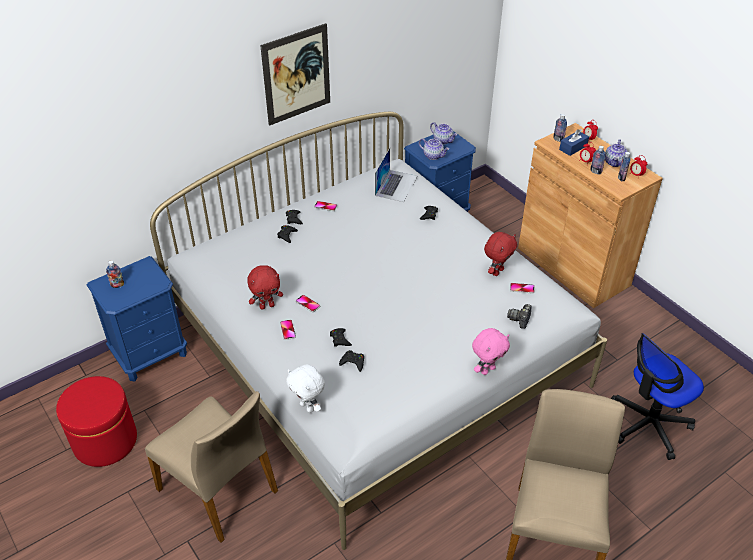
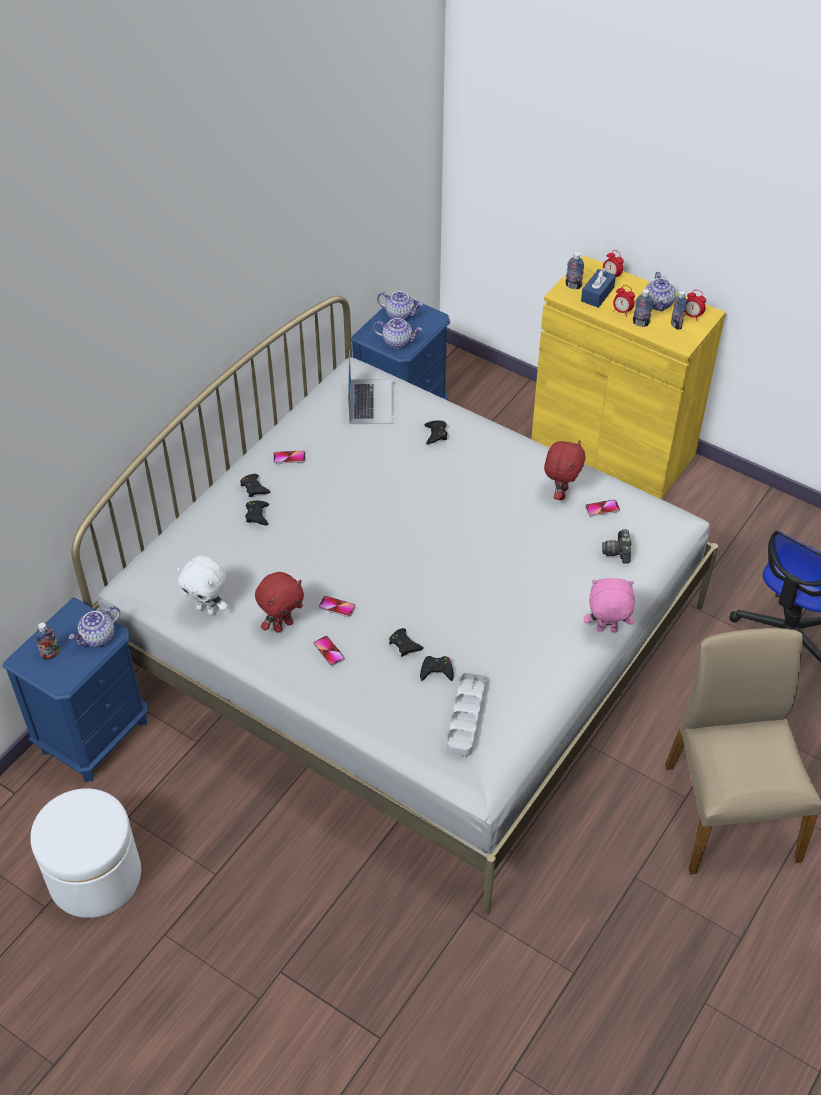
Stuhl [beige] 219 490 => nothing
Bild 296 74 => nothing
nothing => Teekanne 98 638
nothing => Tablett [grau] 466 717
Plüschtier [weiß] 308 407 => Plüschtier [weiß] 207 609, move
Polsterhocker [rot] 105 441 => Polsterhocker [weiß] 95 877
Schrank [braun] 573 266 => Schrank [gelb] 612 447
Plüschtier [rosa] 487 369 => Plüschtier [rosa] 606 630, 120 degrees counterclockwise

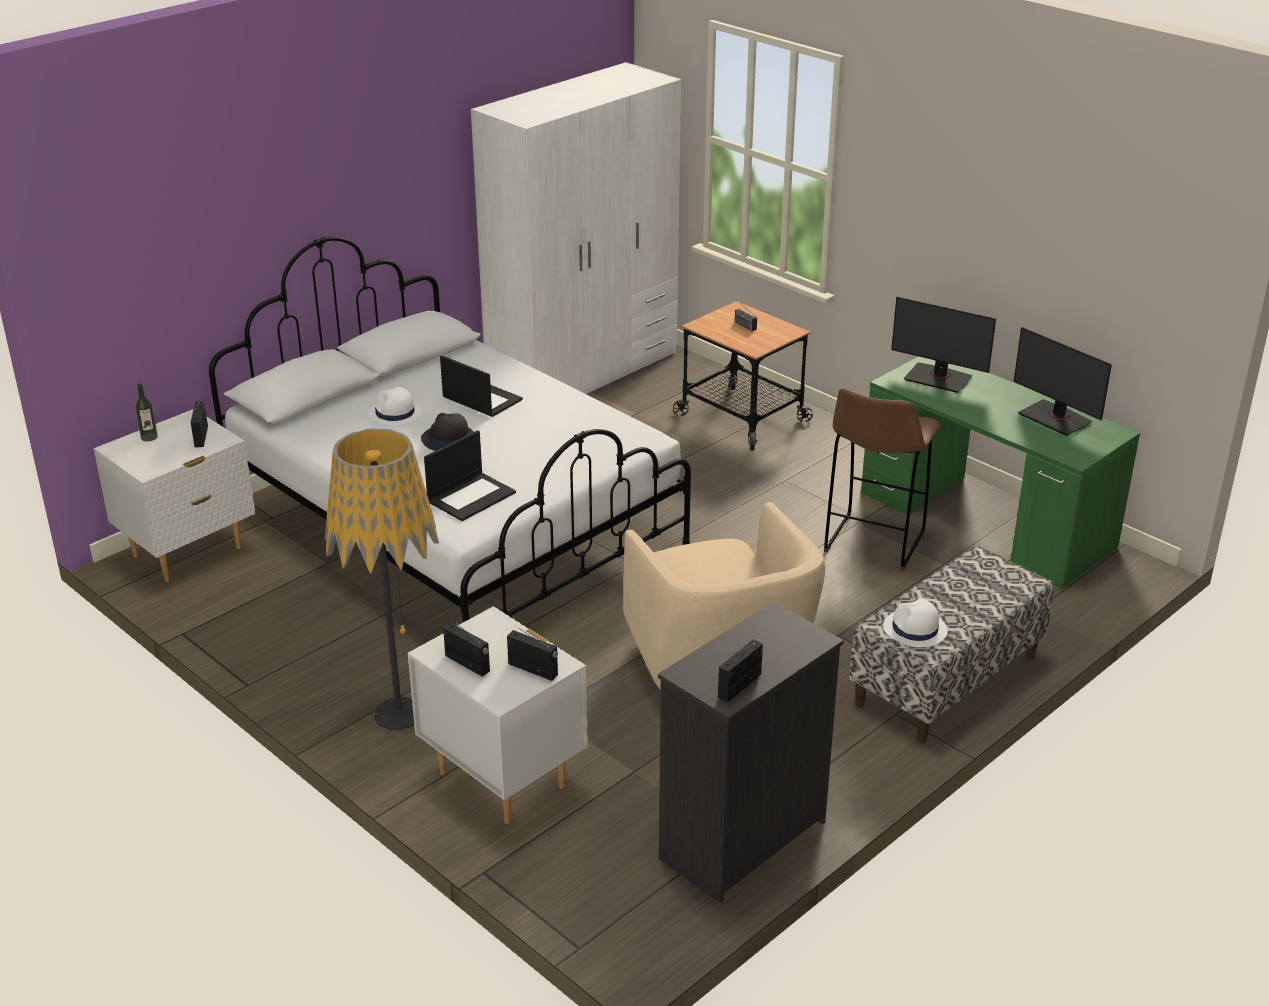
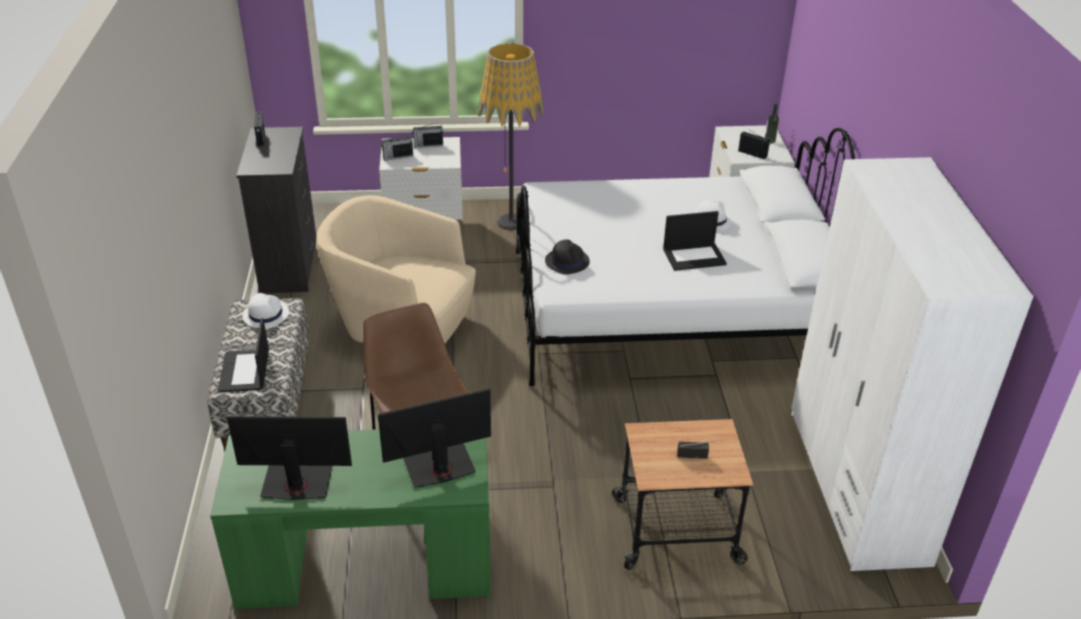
Hut [schwarz] 448 439 => Hut [schwarz] 567 261, move
Laptop 471 496 => Laptop 245 371, move

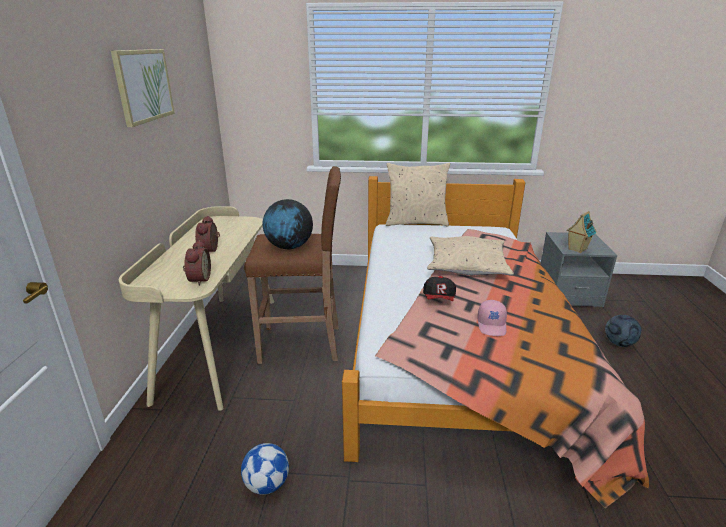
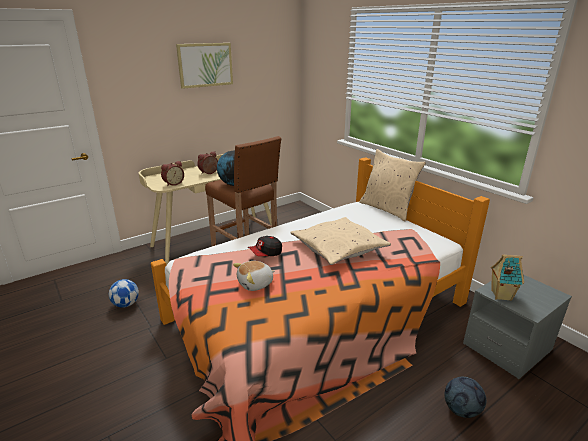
Kappe [rosa] 492 325 => Plüschtier 256 284

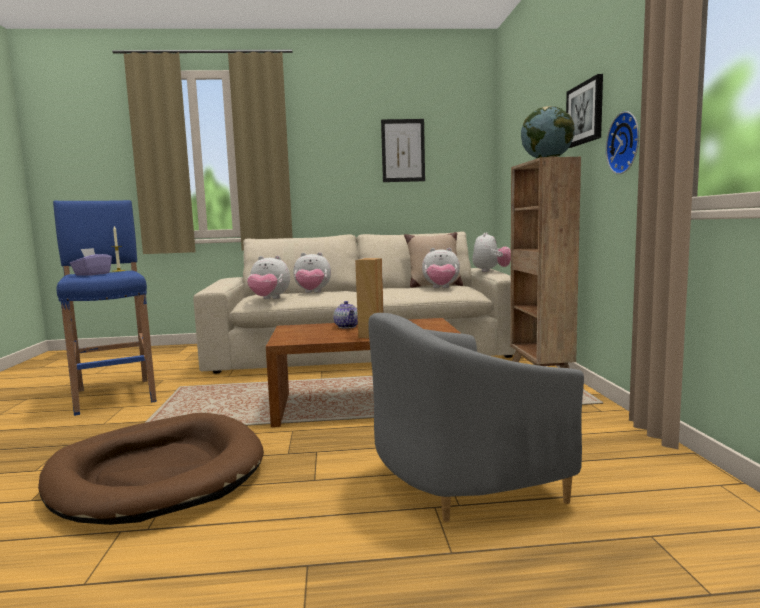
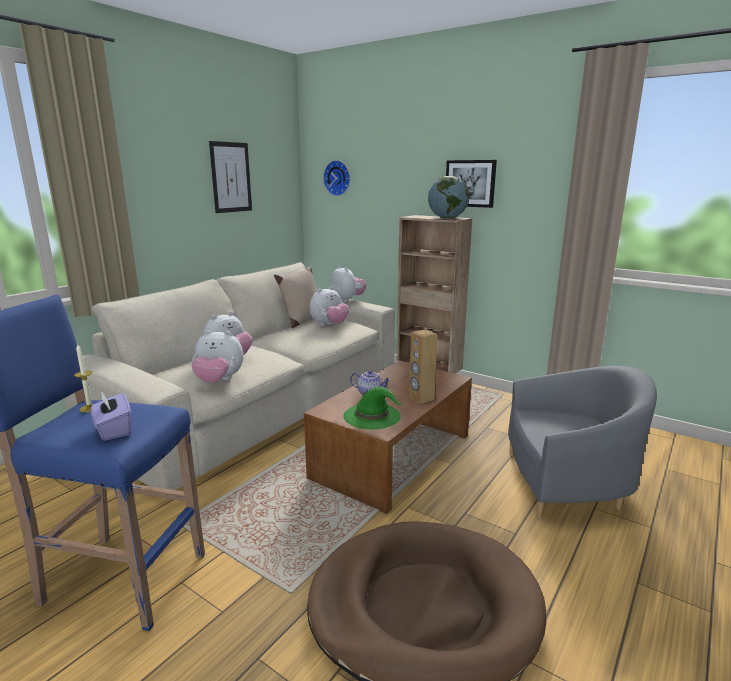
nothing => Hut [grün] 372 416
Wanduhr 626 143 => Wanduhr 338 178, move
Plüschtier 269 299 => Plüschtier 219 381, 45 degrees clockwise
Sessel [grau] 461 480 => Sessel [grau] 567 484, 105 degrees counterclockwise

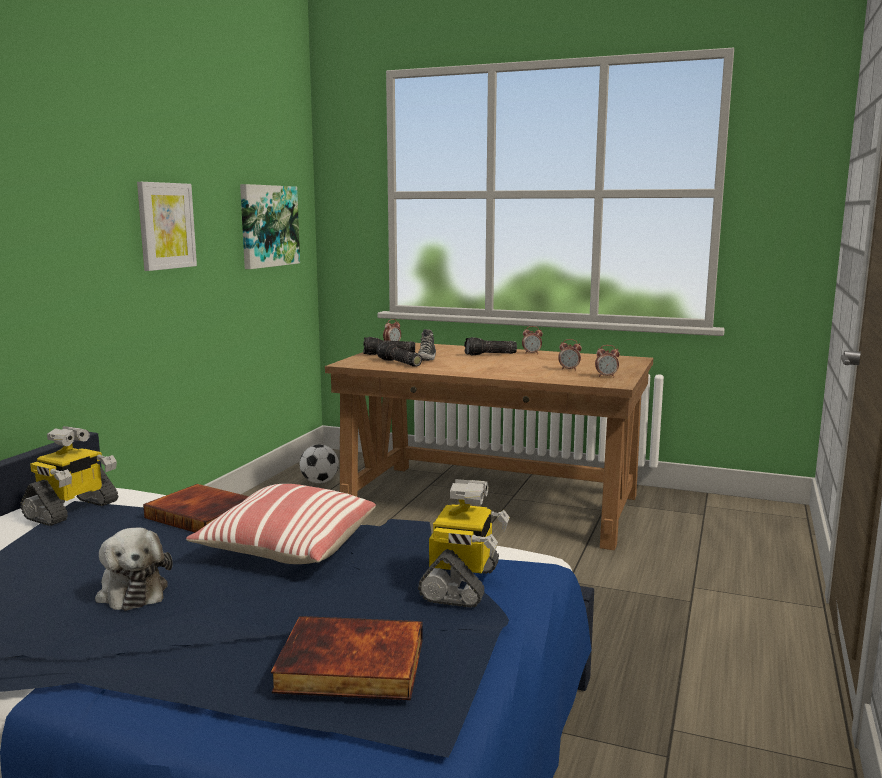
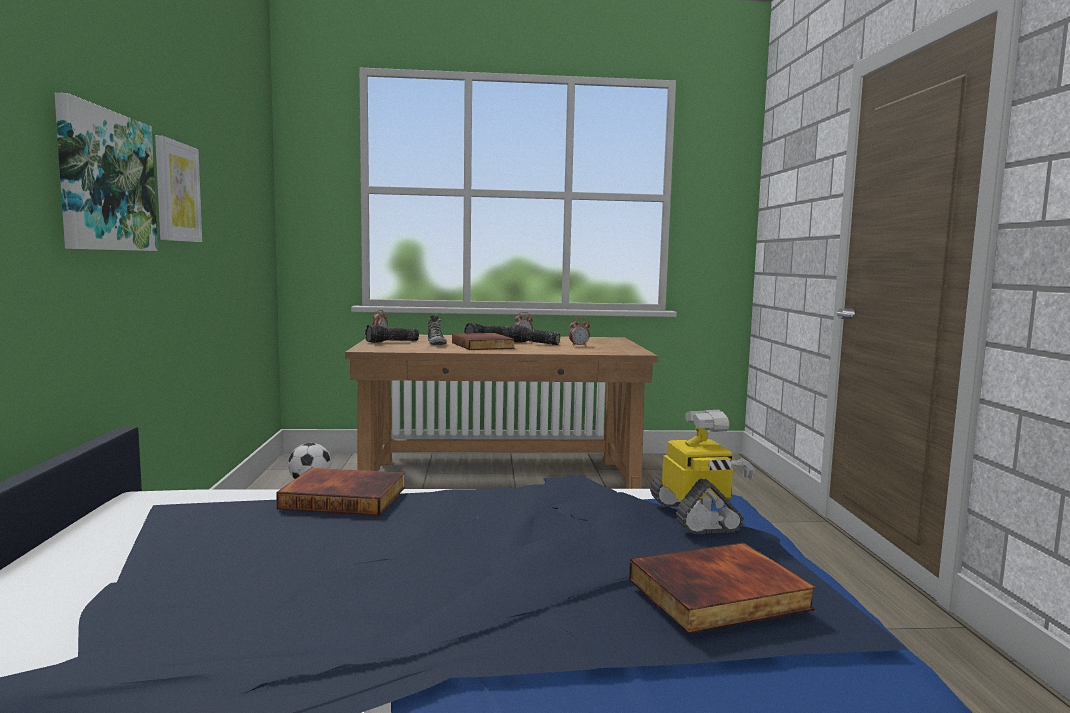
Spielzeugroboter 72 510 => nothing
Plüschtier 132 591 => nothing
Kissen 287 548 => nothing
Wecker 606 376 => nothing
nothing => Buch 484 345
Bild 268 226 => Bild 105 181, move
Taschenlampe 398 363 => Taschenlampe 533 343, move

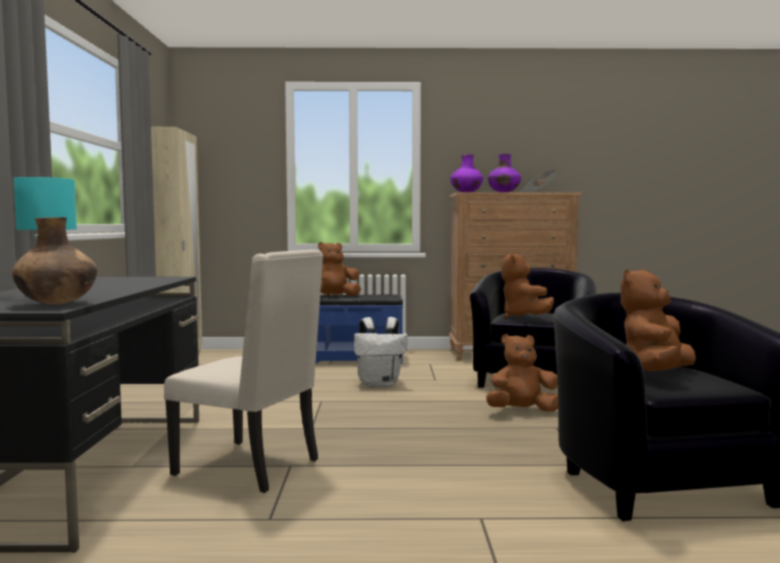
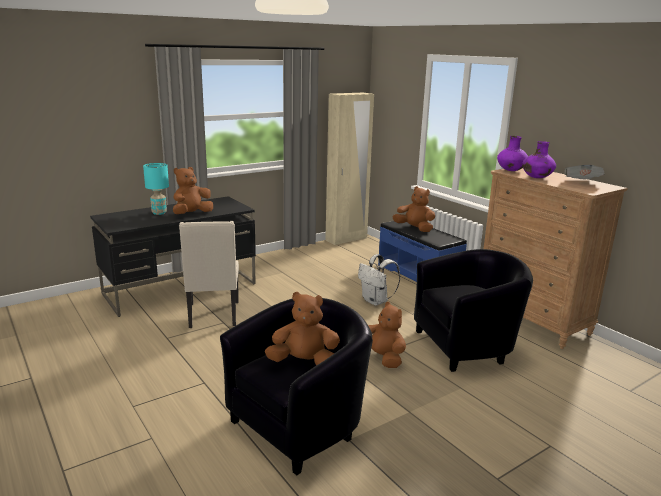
Vase [braun] 57 304 => nothing
Plüschtier [braun] 523 317 => Plüschtier [braun] 192 214, move

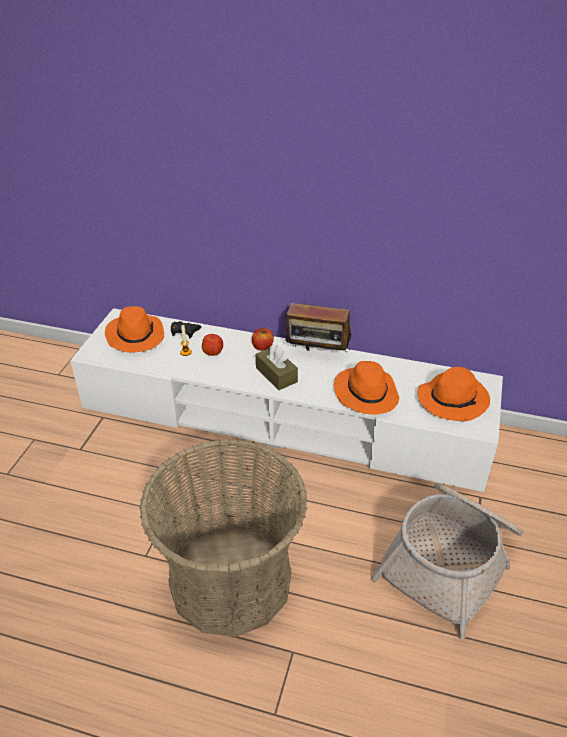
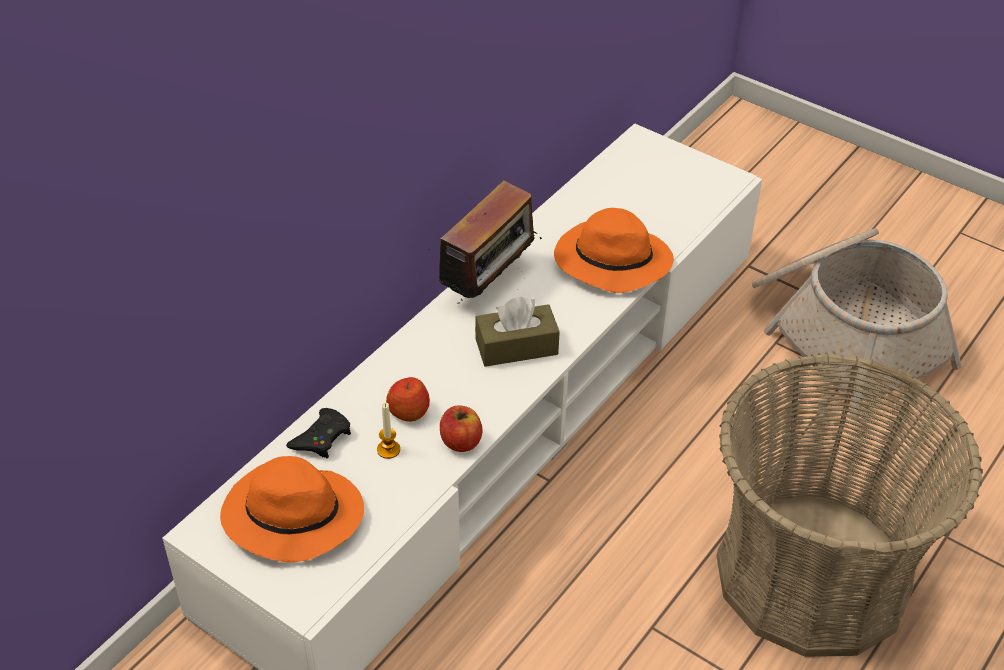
Hut [orange] 453 399 => nothing
Apfel 262 346 => Apfel 460 441, move

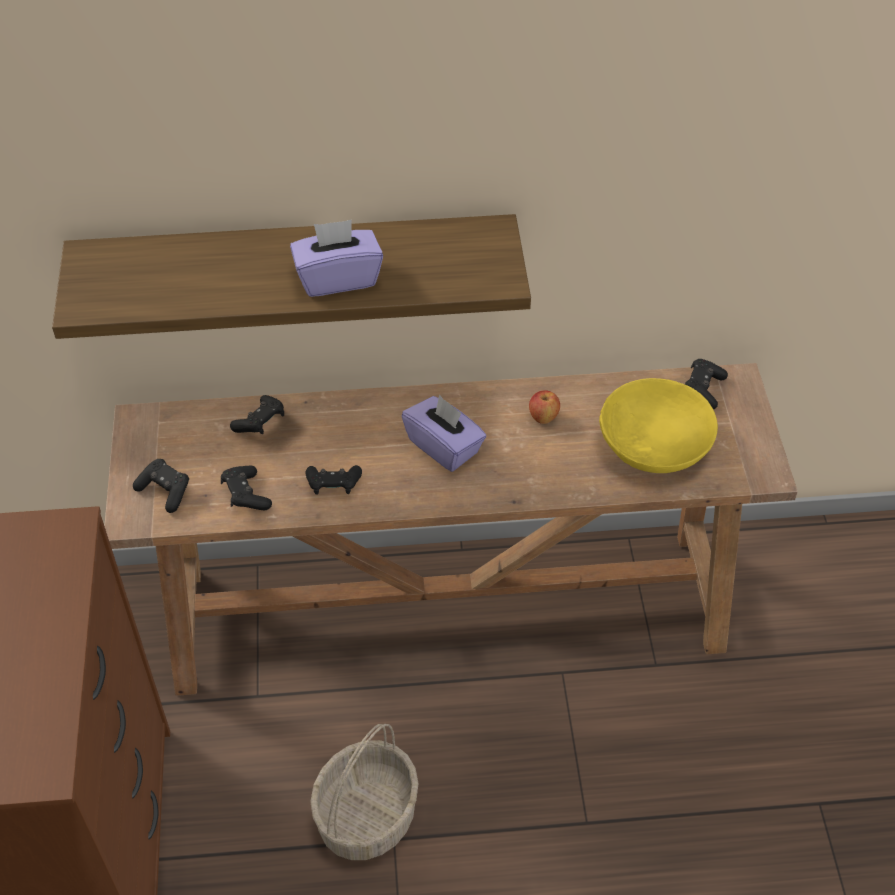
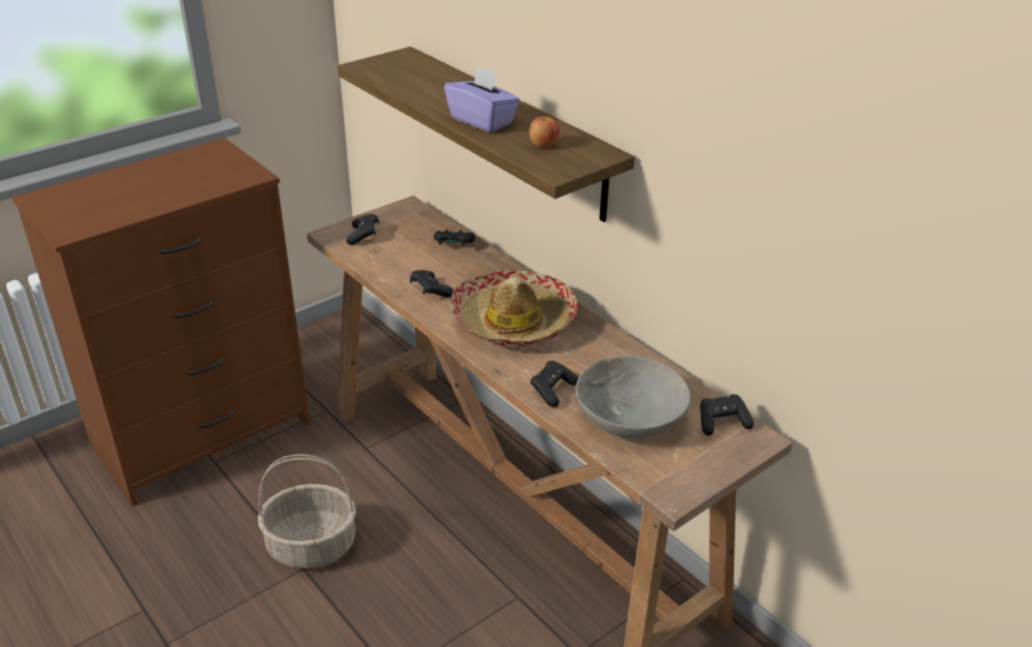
Gamepad [schwarz] 246 495 => Gamepad [schwarz] 552 390, move
Apfel 543 417 => Apfel 543 145, move
Taschentuchbox [lila] 444 446 => Hut 514 321
Schüssel [gelb] 654 446 => Schüssel [grau] 629 418

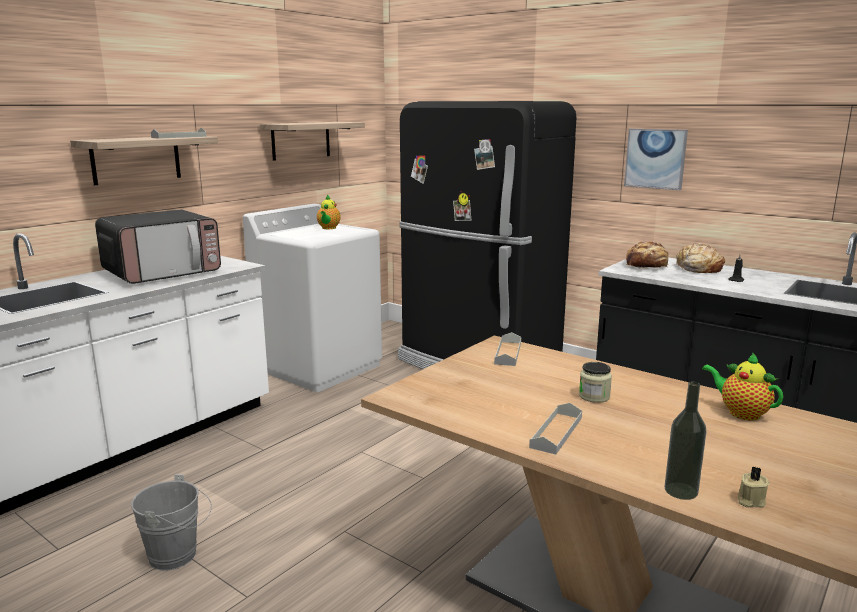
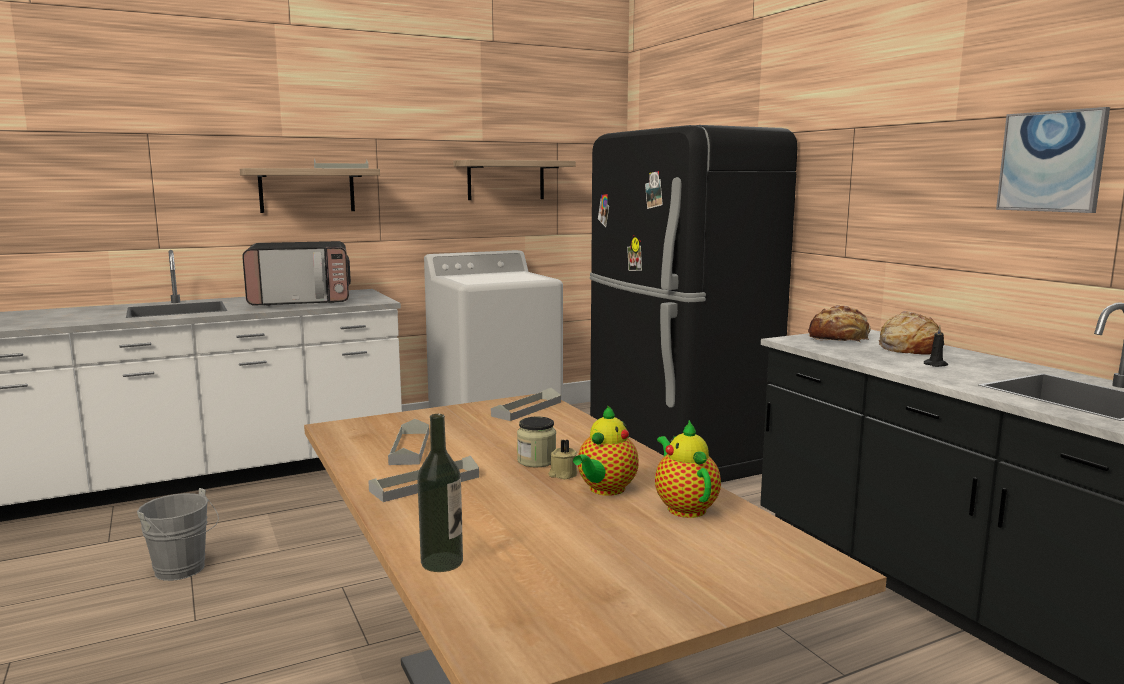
nothing => Tablett [grau] 410 448
Teekanne 328 228 => Teekanne 605 490, move
Bild 655 158 => Bild 1051 161, move
Kerze [beige] 750 501 => Kerze [beige] 563 474, move

